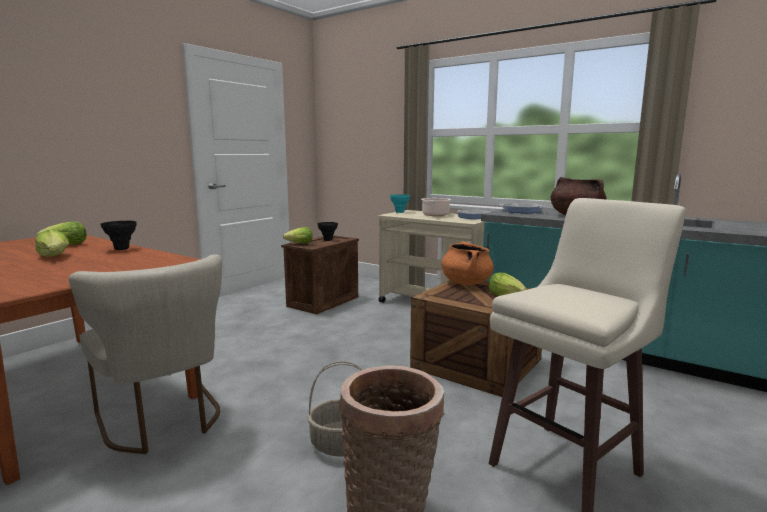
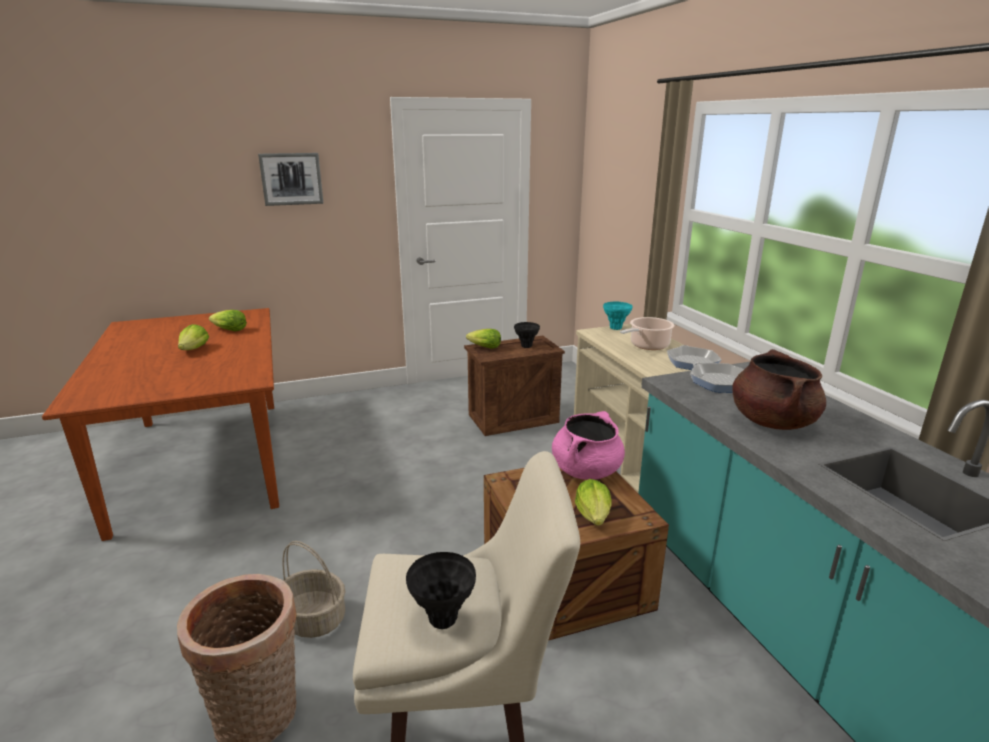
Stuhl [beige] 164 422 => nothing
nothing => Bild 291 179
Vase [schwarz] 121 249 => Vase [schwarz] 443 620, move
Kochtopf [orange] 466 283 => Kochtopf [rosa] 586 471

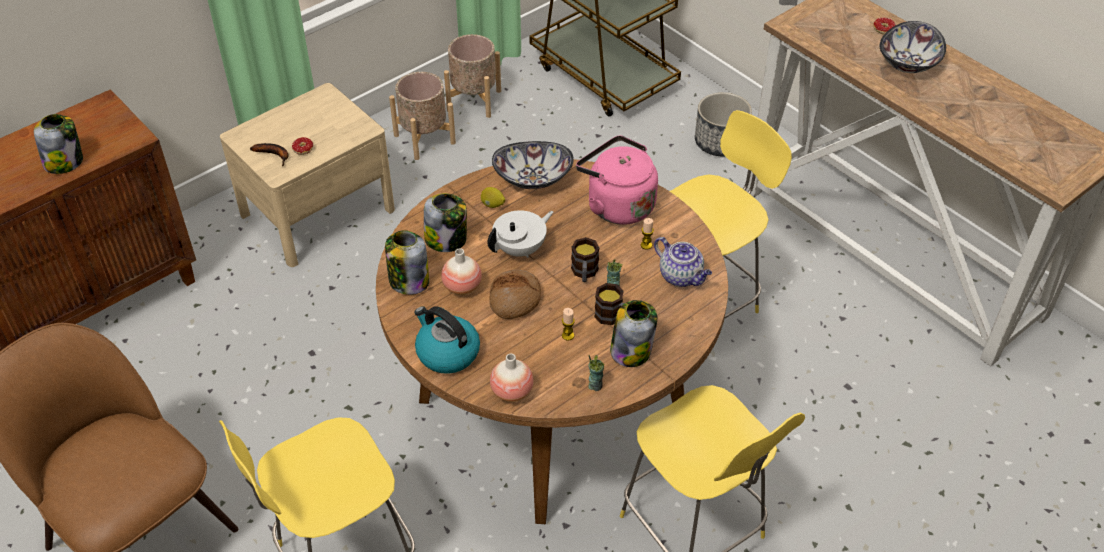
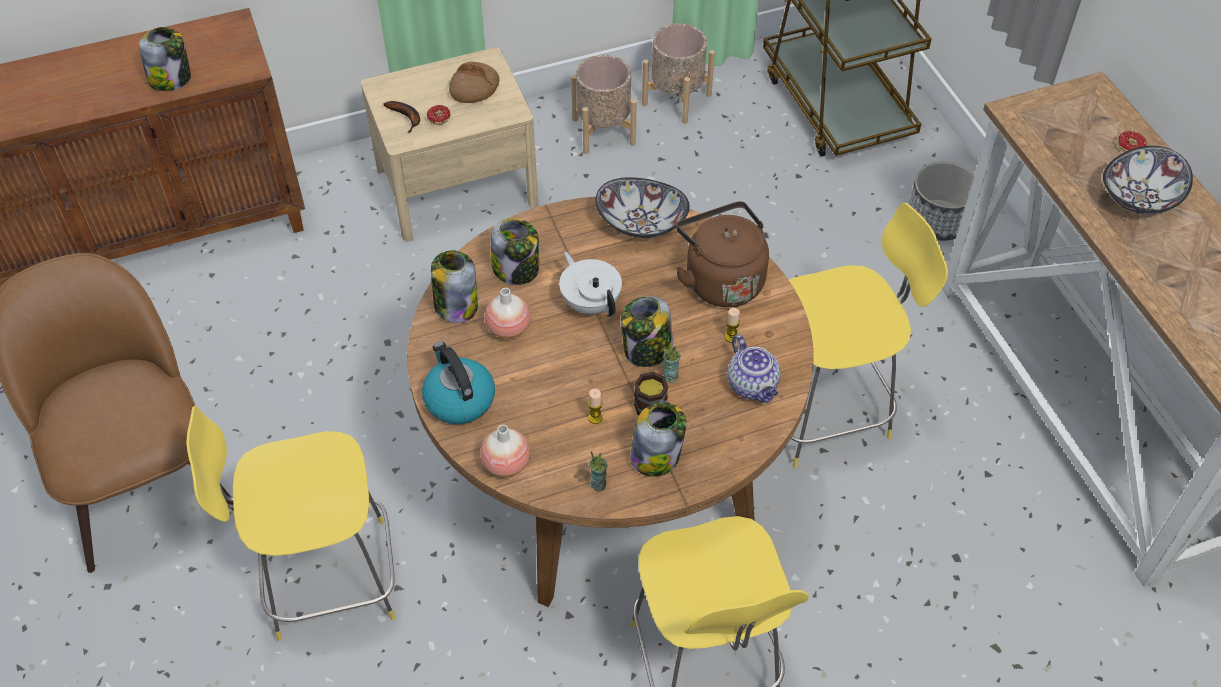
Zitrone 492 205 => nothing
Brot 515 299 => Brot 474 89, move
Henkelbecher 584 273 => Vorratsglas 647 350
Wasserkessel [rosa] 617 204 => Wasserkessel [braun] 721 279
Teekanne [weiß] 521 249 => Teekanne [weiß] 591 302, 105 degrees counterclockwise

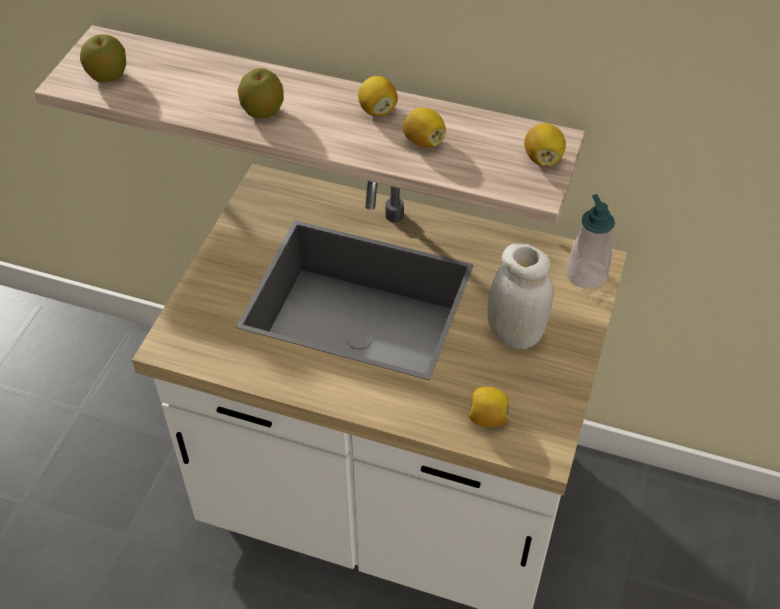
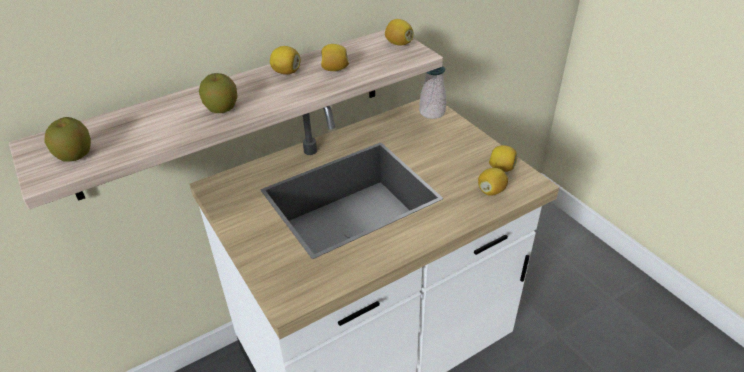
Vorratsglas [weiß] 515 334 => nothing
nothing => Zitrone 501 168

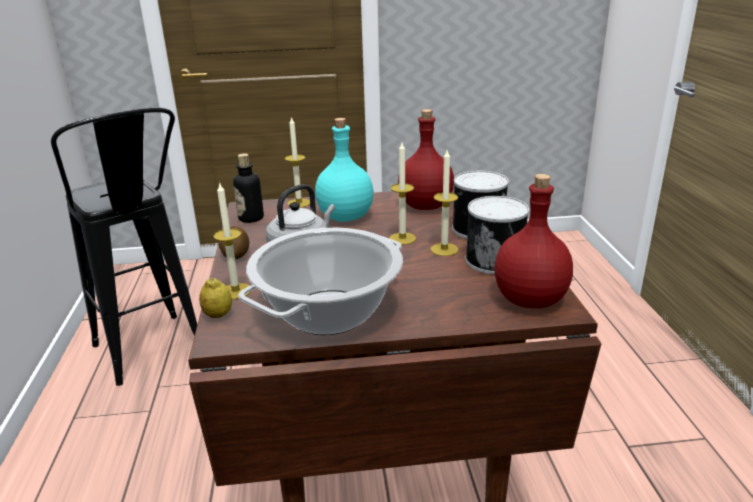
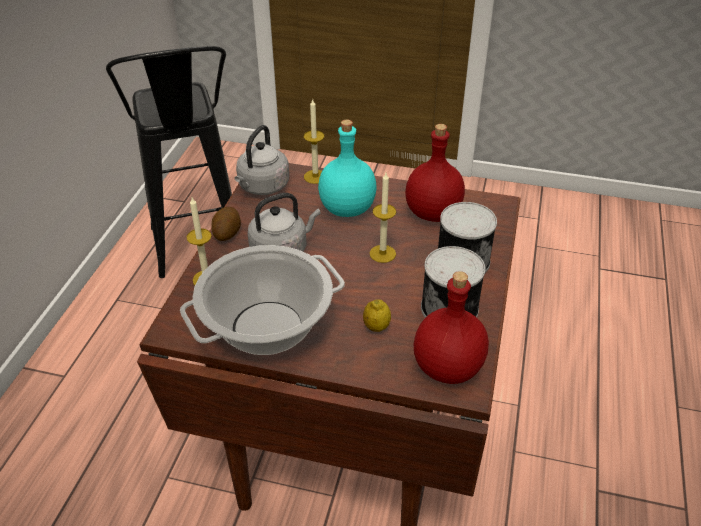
Kerze 444 249 => nothing
Zitrone 218 315 => Zitrone 376 327, move
Flasche 251 218 => Wasserkessel [grau] 262 187

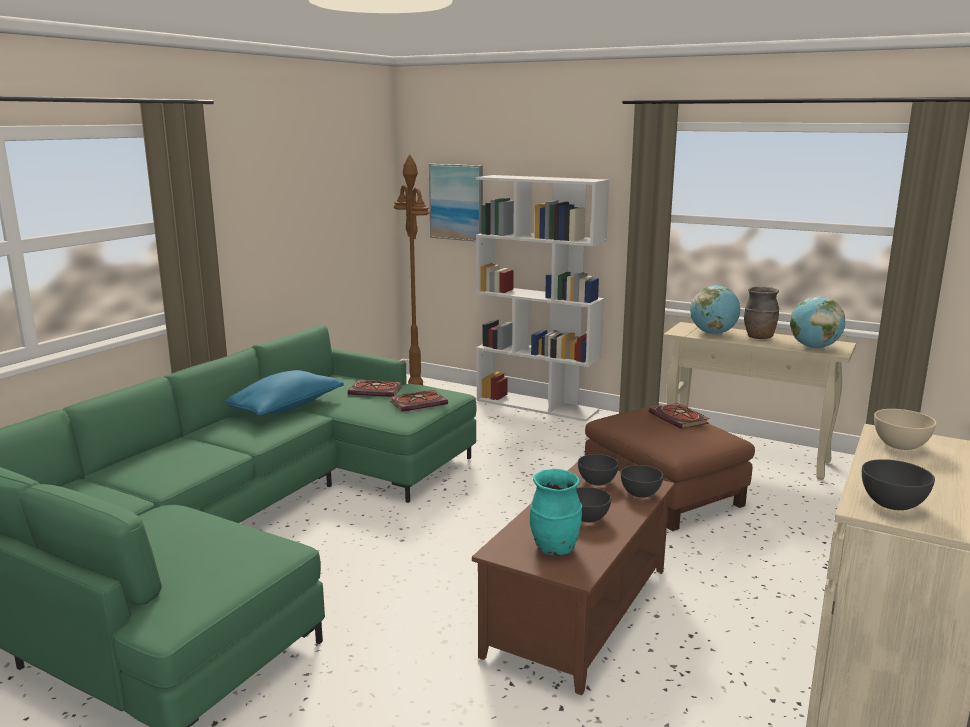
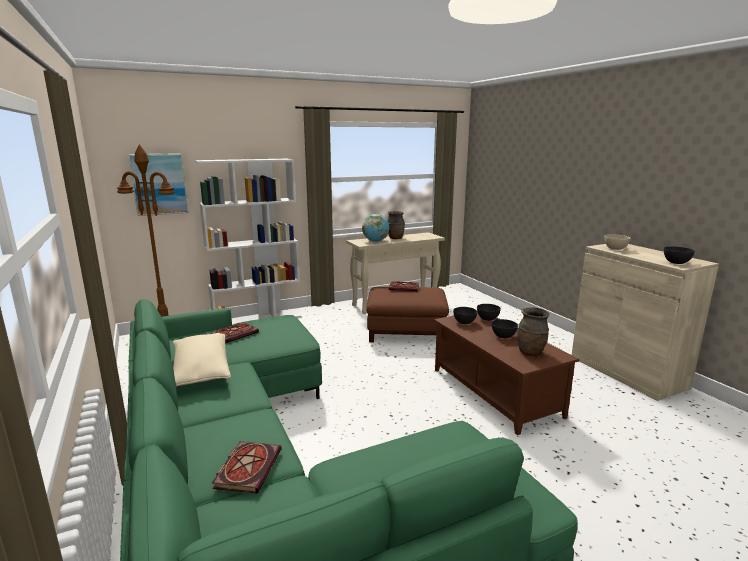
Globus 814 347 => nothing
Buch 419 403 => Buch 247 467, move
Kissen [blau] 285 408 => Kissen [beige] 201 371
Vase [türkis] 555 549 => Vase [braun] 531 352

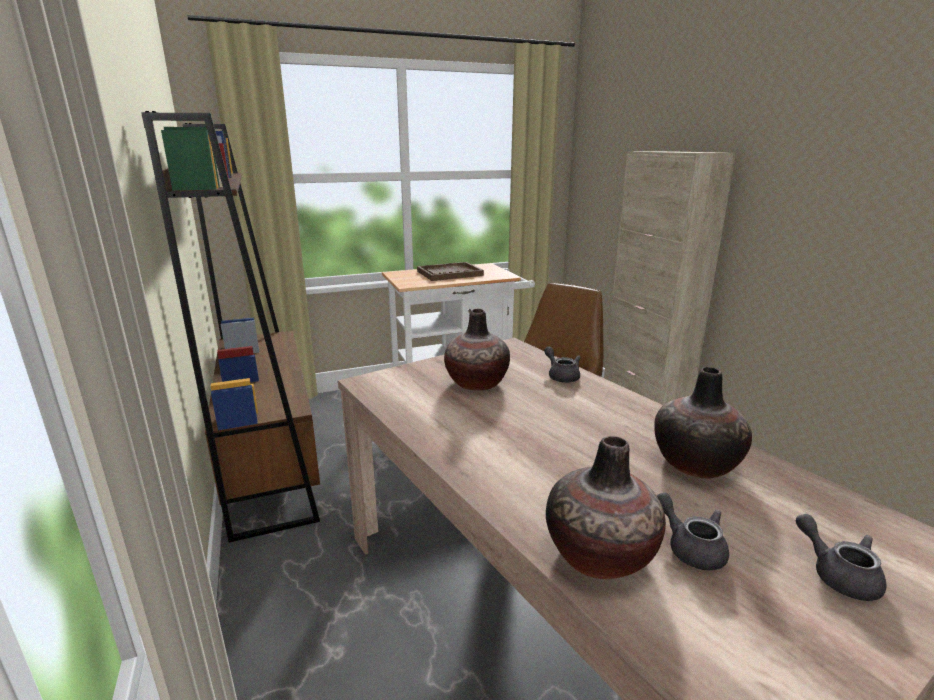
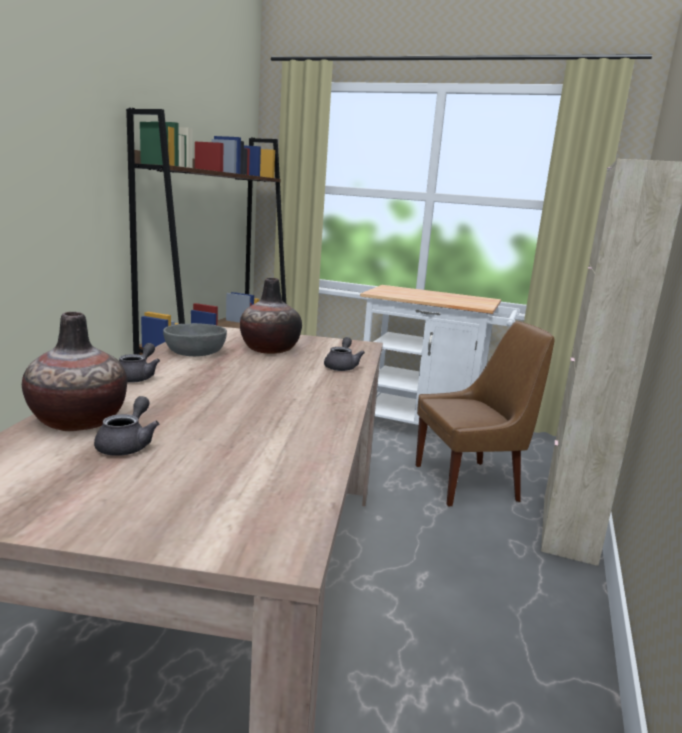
Tablett [braun] 449 273 => nothing
Vase 695 463 => nothing
nothing => Schüssel [grau] 195 353
Teekanne [grau] 838 574 => Teekanne [grau] 137 377, move

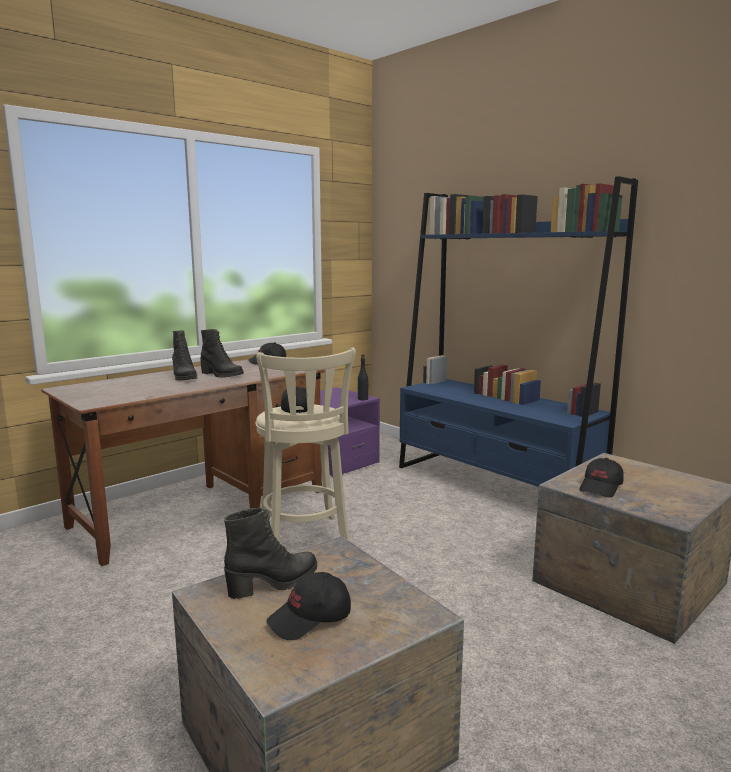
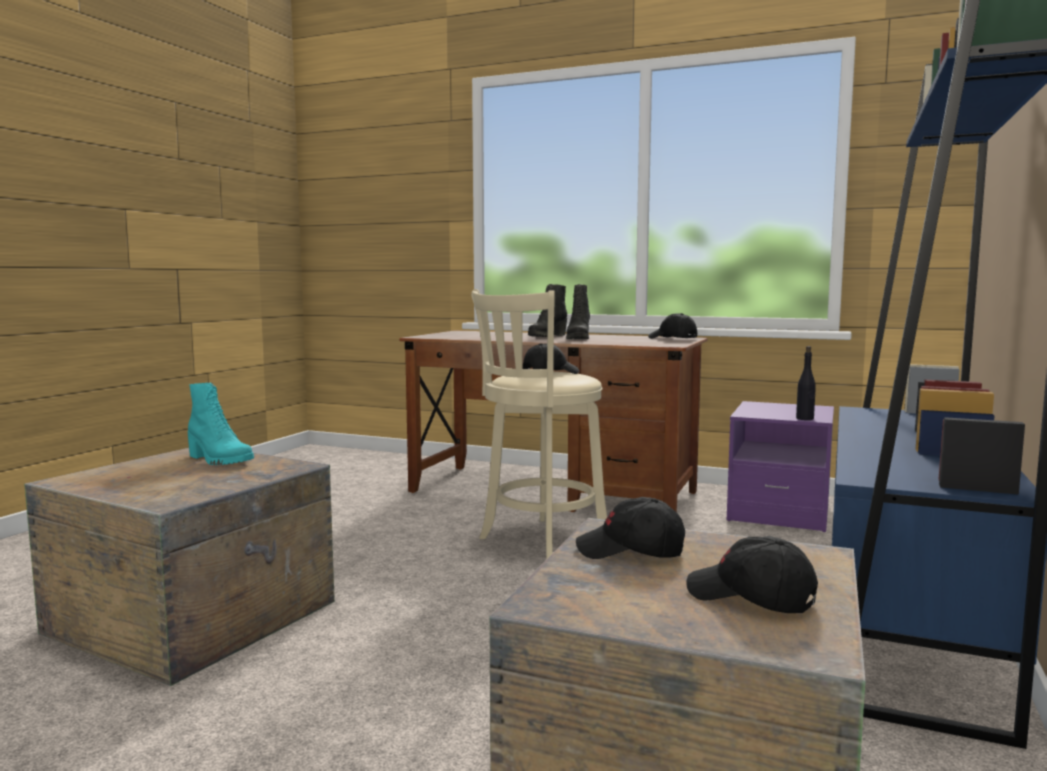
Kappe [schwarz] 310 619 => Kappe [schwarz] 750 598, move
Stiefel [schwarz] 274 584 => Stiefel [türkis] 219 460

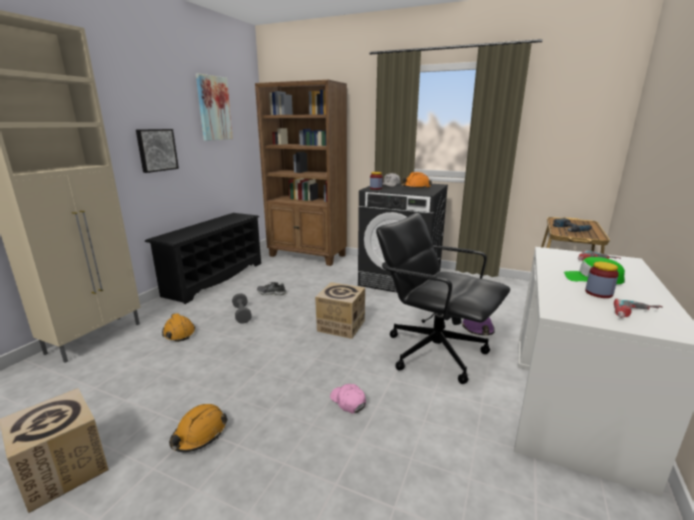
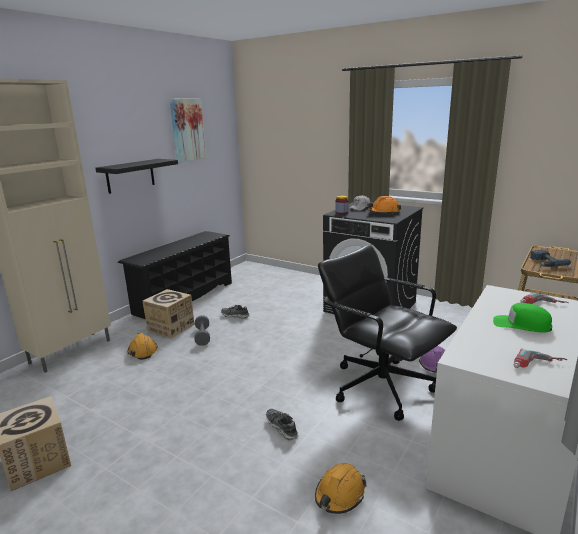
Bücherregal [braun] 307 256 => nothing
Vorratsglas 598 293 => nothing
Schutzhelm [orange] 199 434 => Schutzhelm [orange] 339 495, move
Karton 341 326 => Karton 171 327, move
Bild 156 150 => Wandregal [schwarz] 130 176
Kappe [rosa] 348 402 => Schuh 281 428

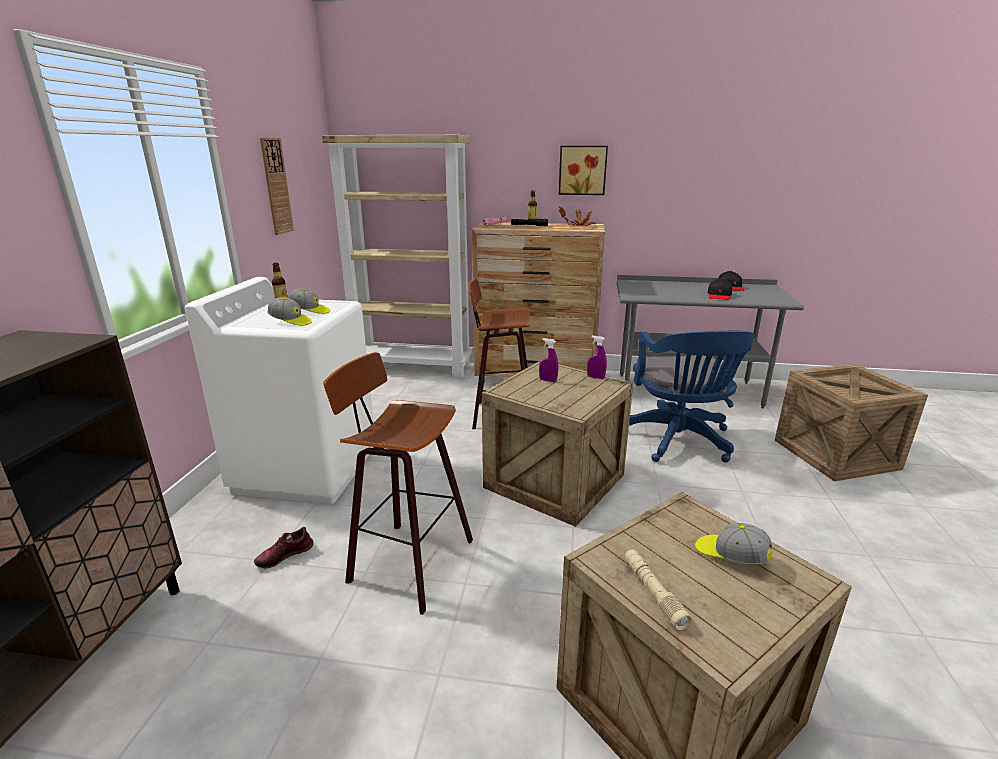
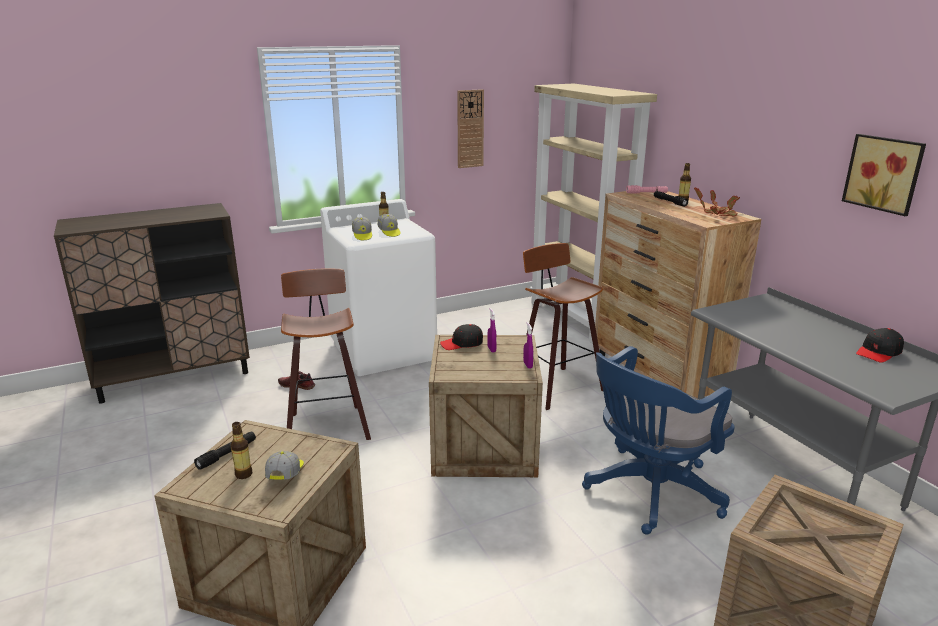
nothing => Flasche 244 474
Bild 582 170 => Bild 884 173, move
Kappe [schwarz] 719 296 => Kappe [schwarz] 462 343, move
Taschenlampe [beige] 653 593 => Taschenlampe [schwarz] 227 454

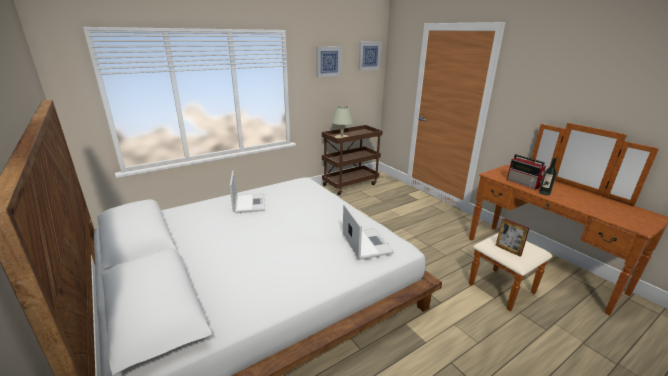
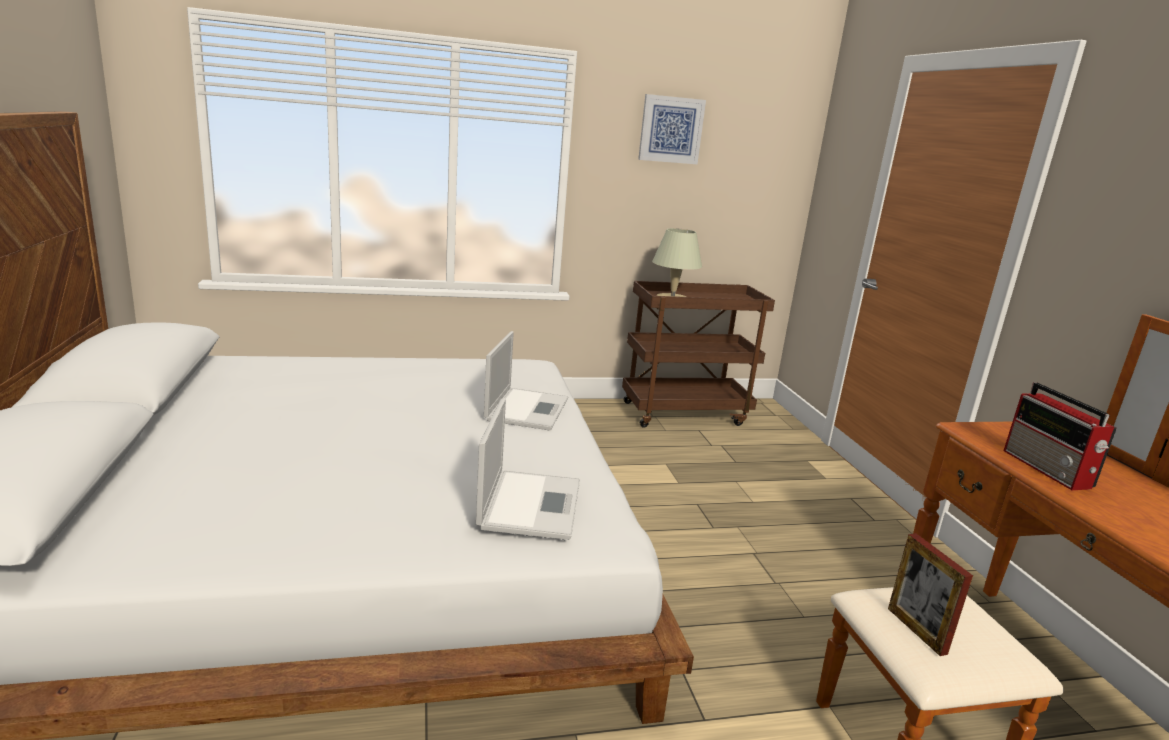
Bild 369 55 => nothing
Flasche 544 193 => nothing
Laptop 249 203 => Laptop 527 408, move

